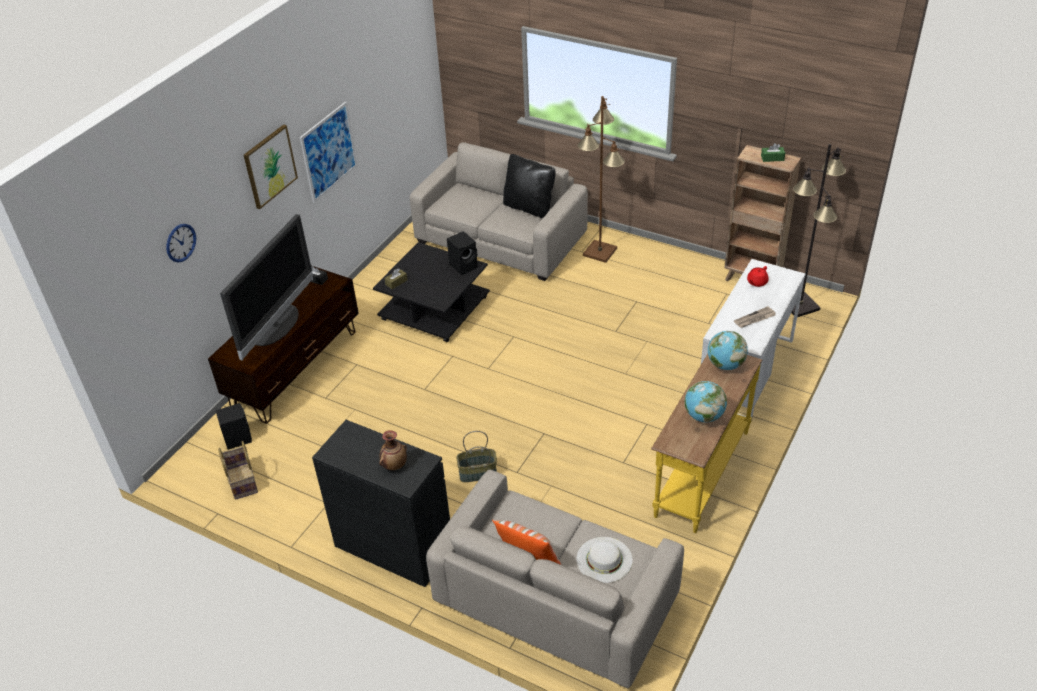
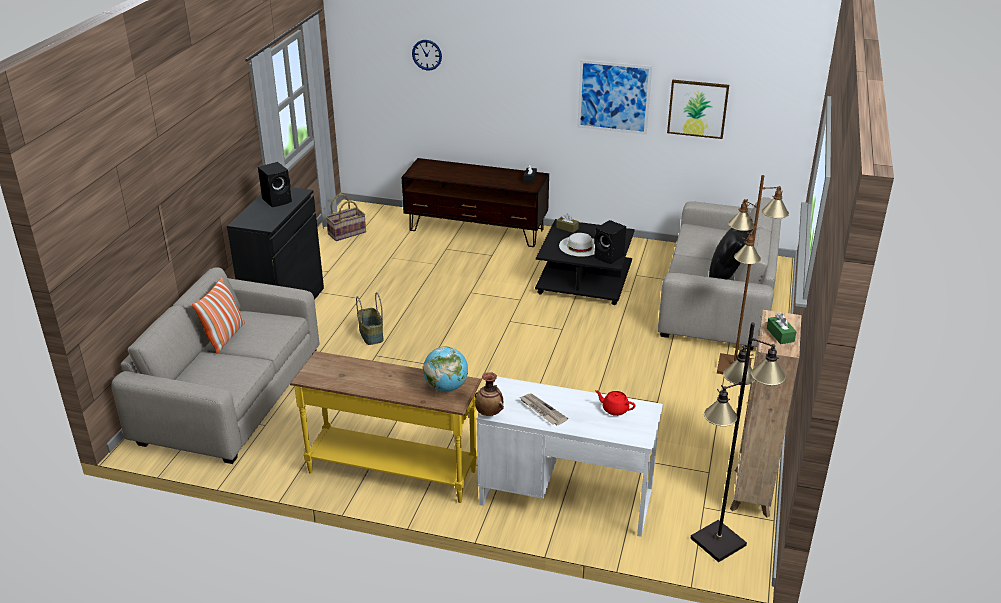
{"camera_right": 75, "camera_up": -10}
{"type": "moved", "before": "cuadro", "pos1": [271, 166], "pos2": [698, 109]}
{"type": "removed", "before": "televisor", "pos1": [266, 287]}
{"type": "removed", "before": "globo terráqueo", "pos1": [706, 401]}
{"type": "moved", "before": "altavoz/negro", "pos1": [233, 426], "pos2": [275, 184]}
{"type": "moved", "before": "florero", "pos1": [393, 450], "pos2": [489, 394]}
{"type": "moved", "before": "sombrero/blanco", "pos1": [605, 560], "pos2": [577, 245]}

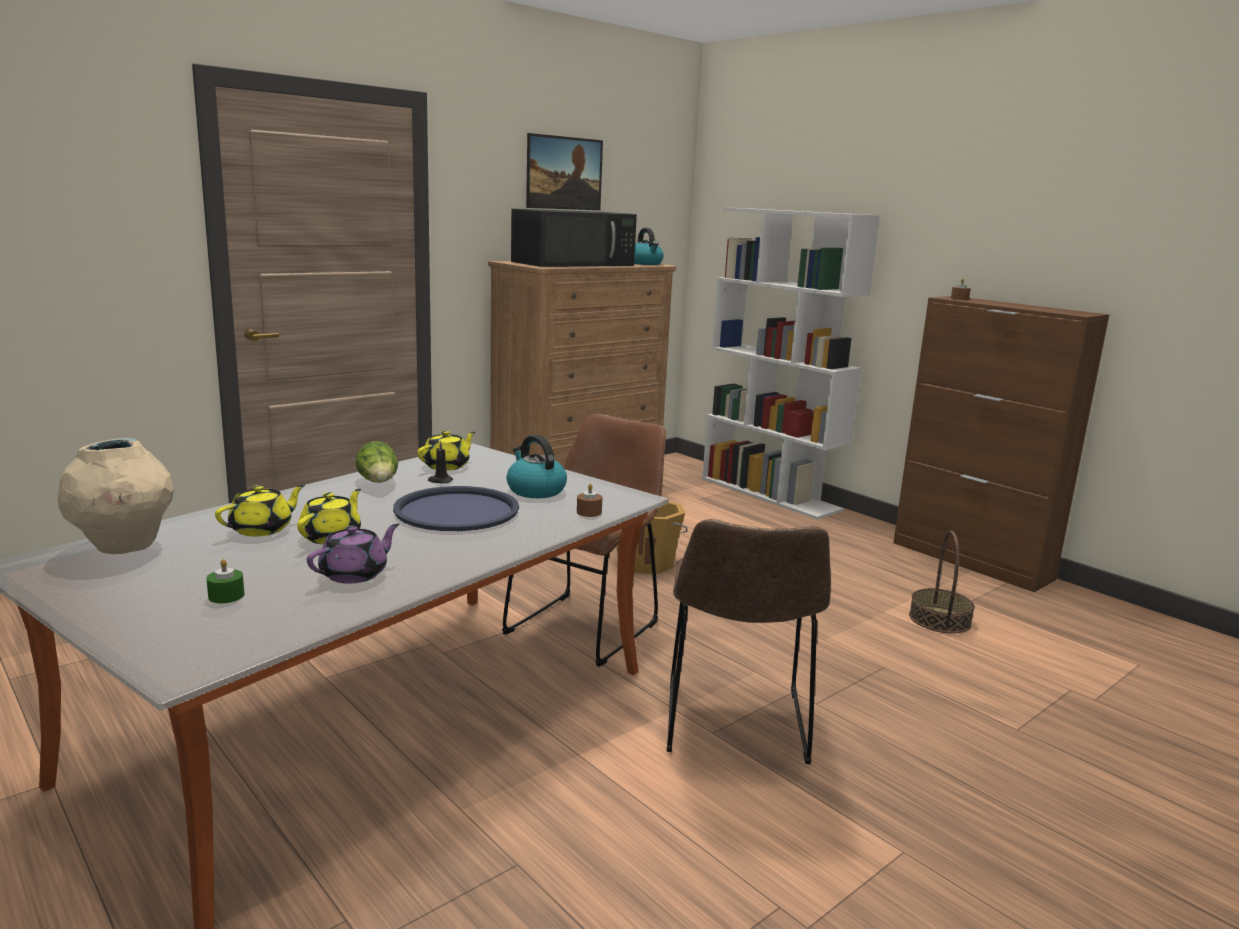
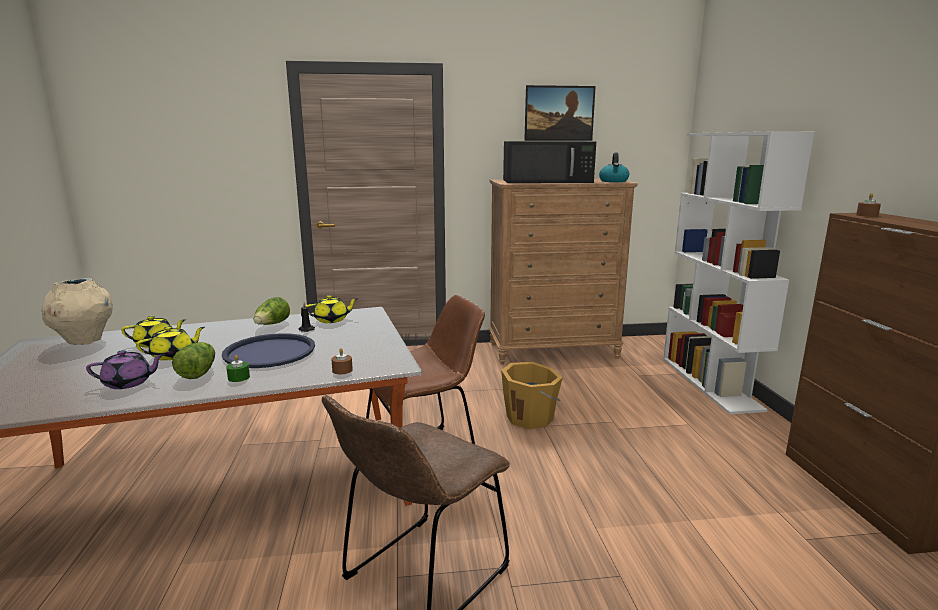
{"camera_right": 35, "camera_up": 0}
{"type": "removed", "before": "hervidor", "pos1": [536, 466]}
{"type": "removed", "before": "cesta", "pos1": [942, 582]}
{"type": "moved", "before": "vela/verde", "pos1": [225, 581], "pos2": [238, 368]}
{"type": "added", "after": "lechuga", "pos2": [193, 360]}

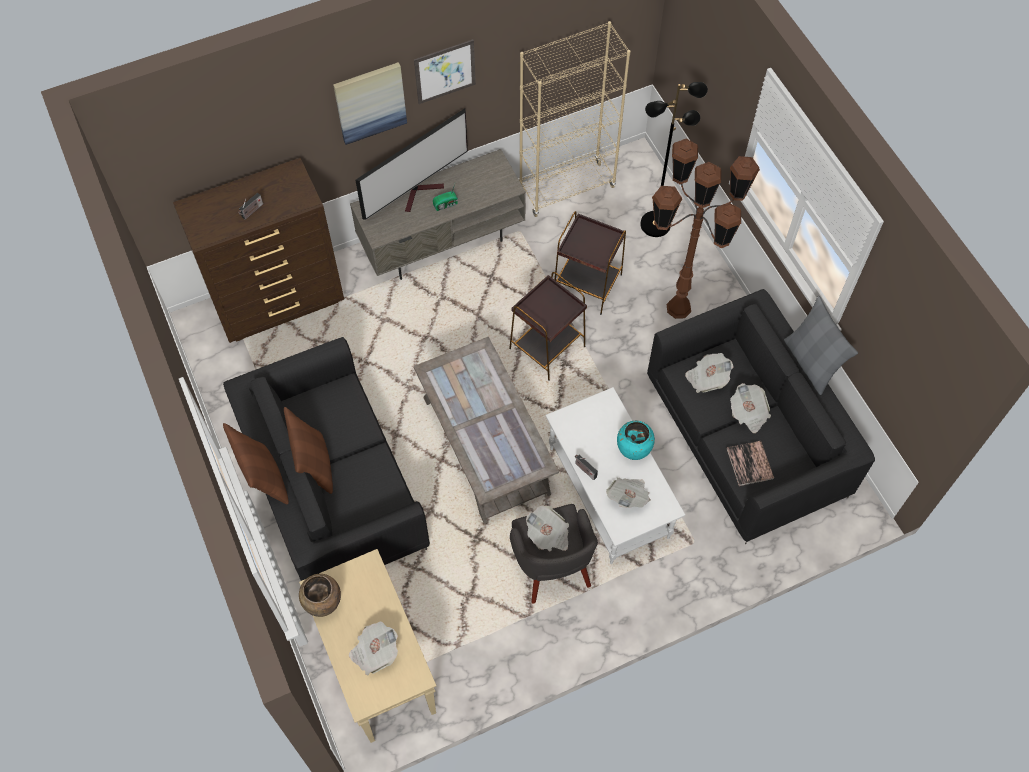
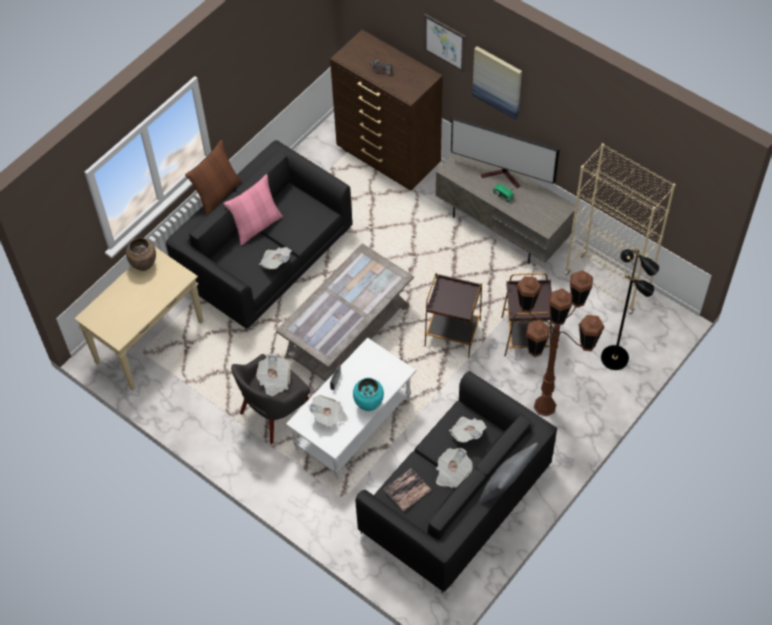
{"camera_right": 65, "camera_up": -5}
{"type": "moved", "before": "cuadro", "pos1": [445, 71], "pos2": [445, 43]}
{"type": "recoloured", "before": "cojín/marrón", "after": "cojín/rosa", "pos1": [308, 450], "pos2": [253, 209]}
{"type": "moved", "before": "periódico", "pos1": [373, 649], "pos2": [275, 258]}

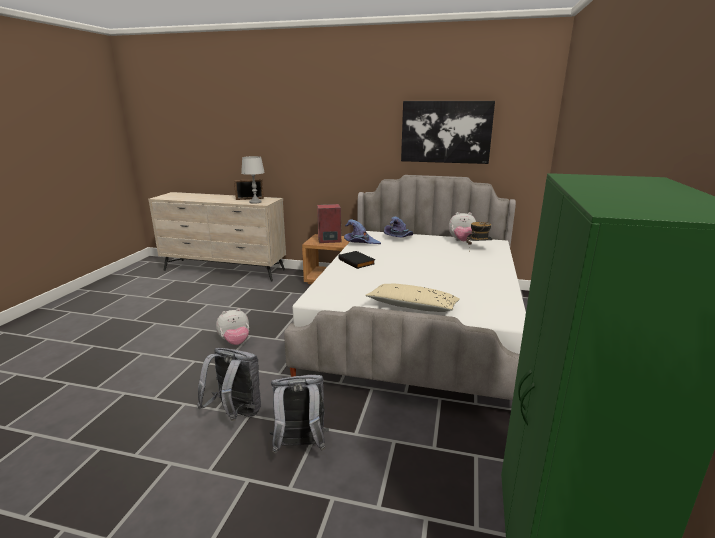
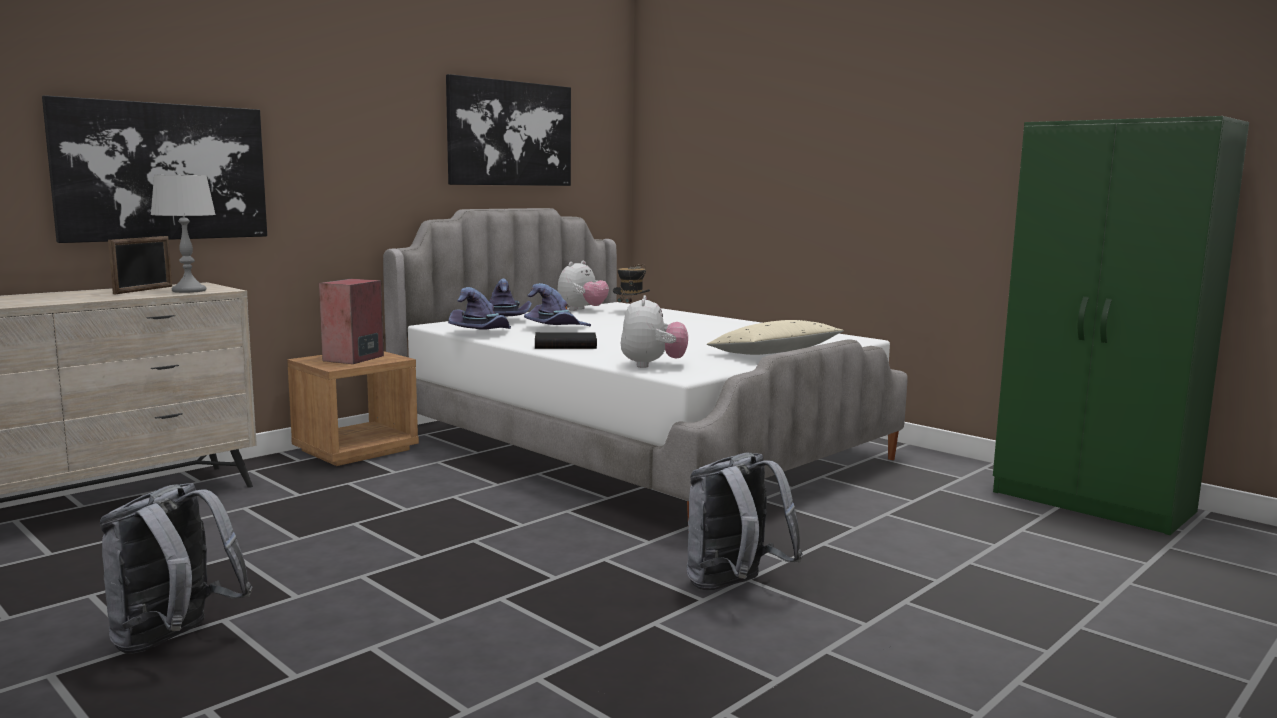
{"camera_right": -60, "camera_up": -10}
{"type": "moved", "before": "peluche", "pos1": [232, 326], "pos2": [654, 331]}
{"type": "moved", "before": "mochila/gris", "pos1": [299, 414], "pos2": [176, 568]}
{"type": "added", "after": "cuadro", "pos2": [154, 169]}
{"type": "added", "after": "sombrero/morado", "pos2": [557, 305]}

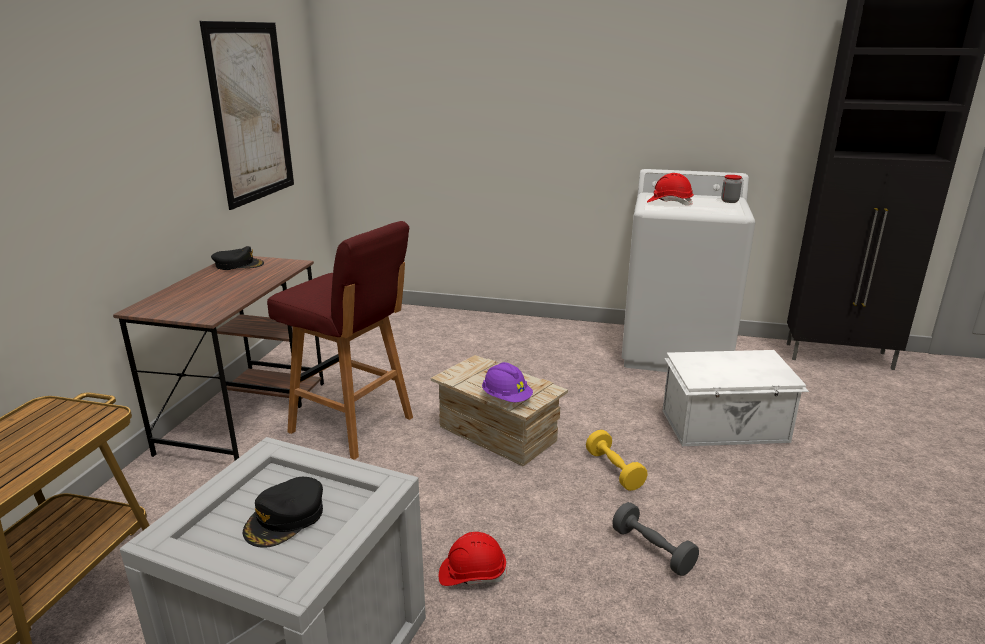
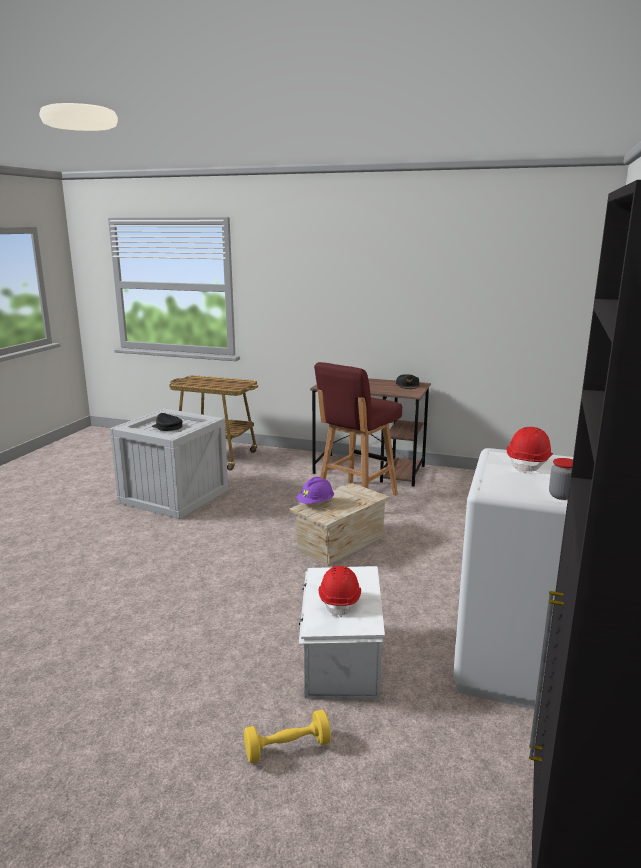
{"camera_right": 95, "camera_up": -5}
{"type": "removed", "before": "cuadro", "pos1": [246, 115]}
{"type": "moved", "before": "mancuerna/amarillo", "pos1": [617, 460], "pos2": [287, 736]}
{"type": "removed", "before": "mancuerna/gris", "pos1": [655, 539]}
{"type": "moved", "before": "casco/rojo", "pos1": [473, 559], "pos2": [340, 591]}

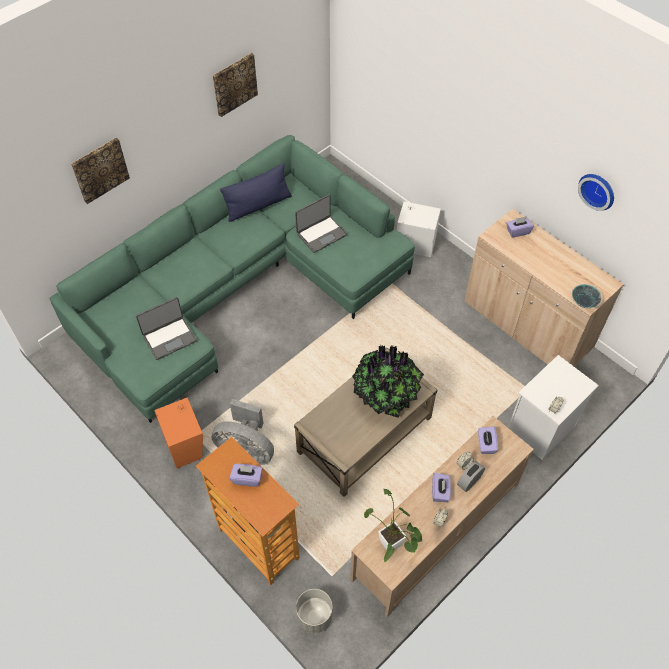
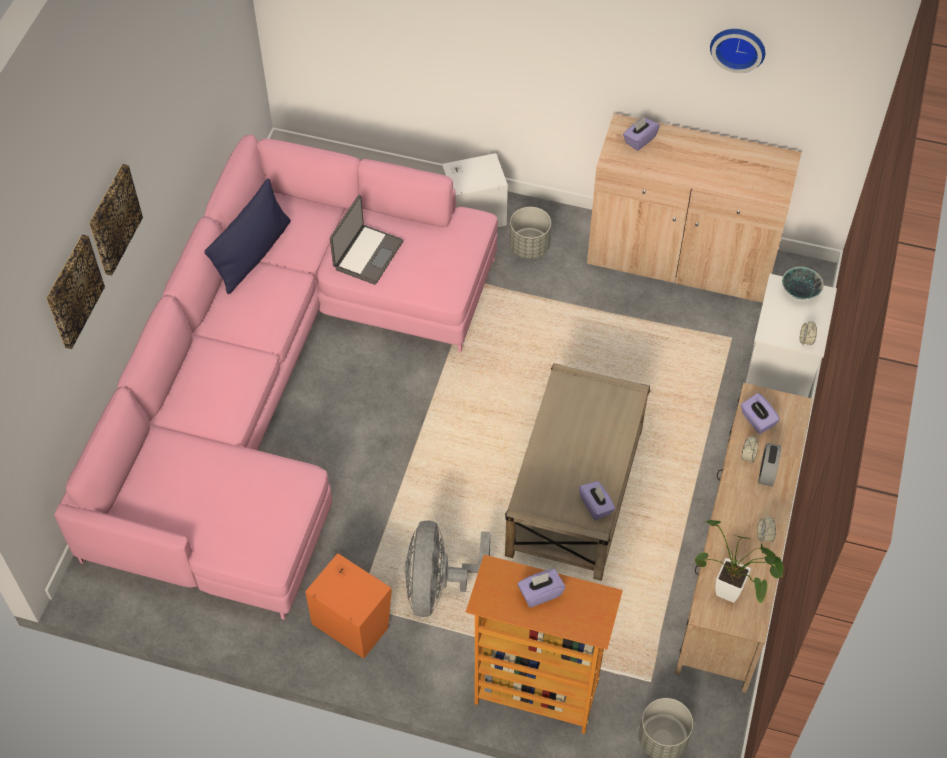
{"camera_right": -30, "camera_up": 0}
{"type": "moved", "before": "cuadro", "pos1": [235, 85], "pos2": [116, 220]}
{"type": "recoloured", "before": "sofá/verde", "after": "sofá/rosa", "pos1": [232, 279], "pos2": [276, 377]}
{"type": "moved", "before": "cuenco", "pos1": [587, 296], "pos2": [803, 283]}
{"type": "removed", "before": "portátil", "pos1": [166, 328]}
{"type": "removed", "before": "planta en maceta", "pos1": [388, 381]}
{"type": "turned", "before": "ventilador/gris", "pos1": [243, 432], "pos2": [447, 569], "turn": 105}
{"type": "moved", "before": "caja de pañuelos/morado", "pos1": [441, 487], "pos2": [597, 501]}
{"type": "added", "after": "maceta/gris", "pos2": [530, 233]}

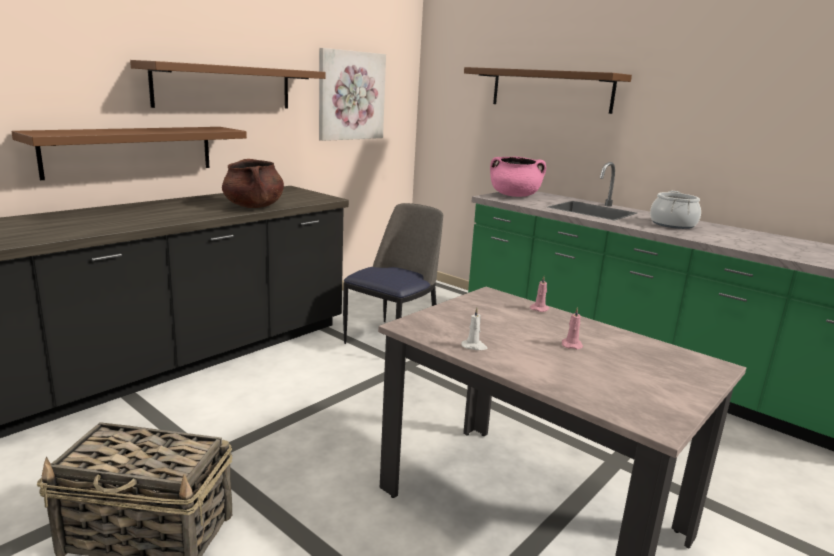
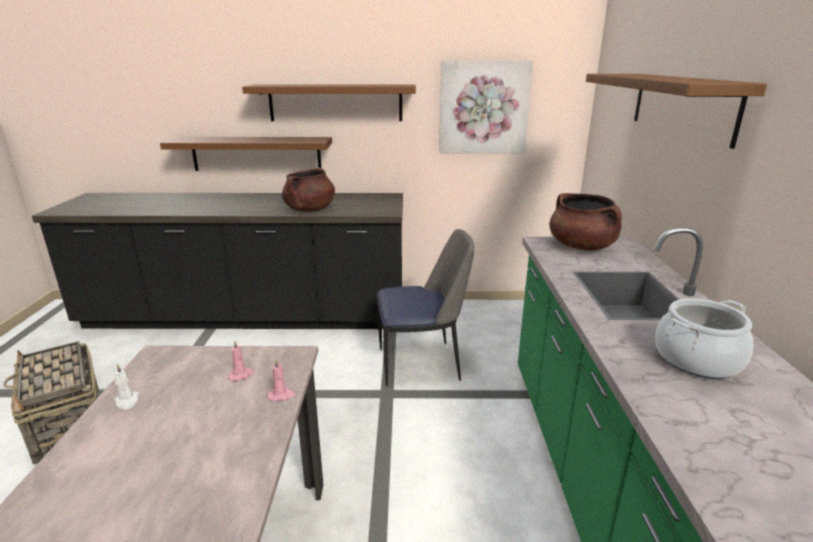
{"camera_right": 50, "camera_up": 5}
{"type": "recoloured", "before": "olla/rosa", "after": "olla/marrón", "pos1": [518, 177], "pos2": [585, 222]}
{"type": "moved", "before": "vela/rosa", "pos1": [572, 328], "pos2": [241, 361]}

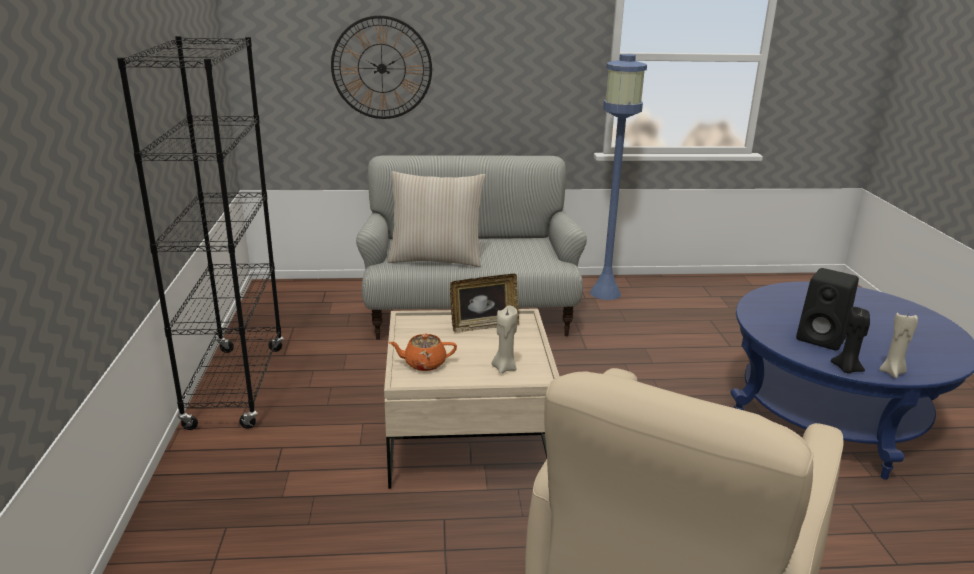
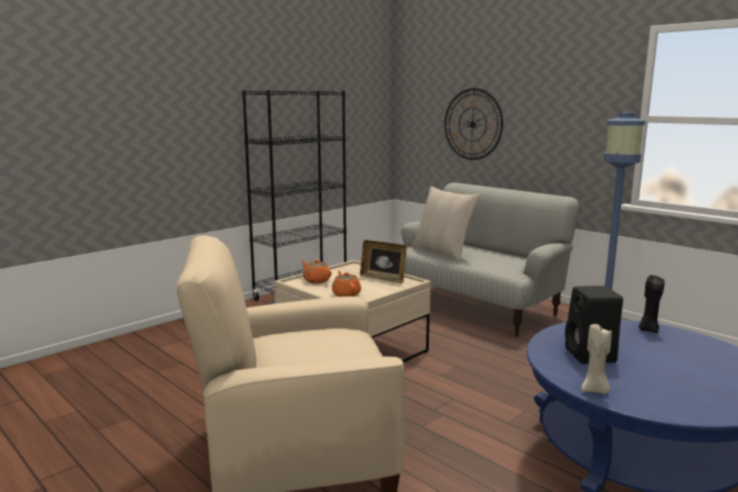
{"camera_right": 50, "camera_up": -10}
{"type": "replaced", "before": "vela/beis", "after": "tetera/naranja", "pos1": [504, 339], "pos2": [346, 283]}
{"type": "moved", "before": "vela/negro", "pos1": [850, 340], "pos2": [652, 304]}

